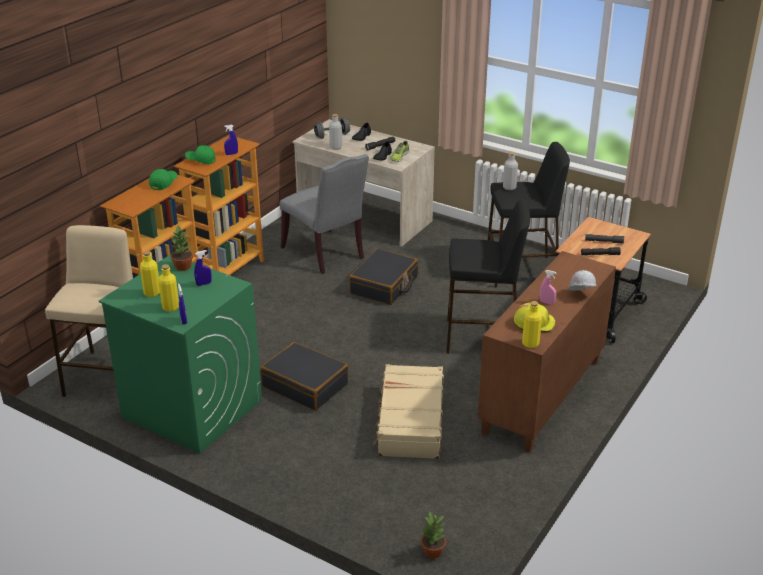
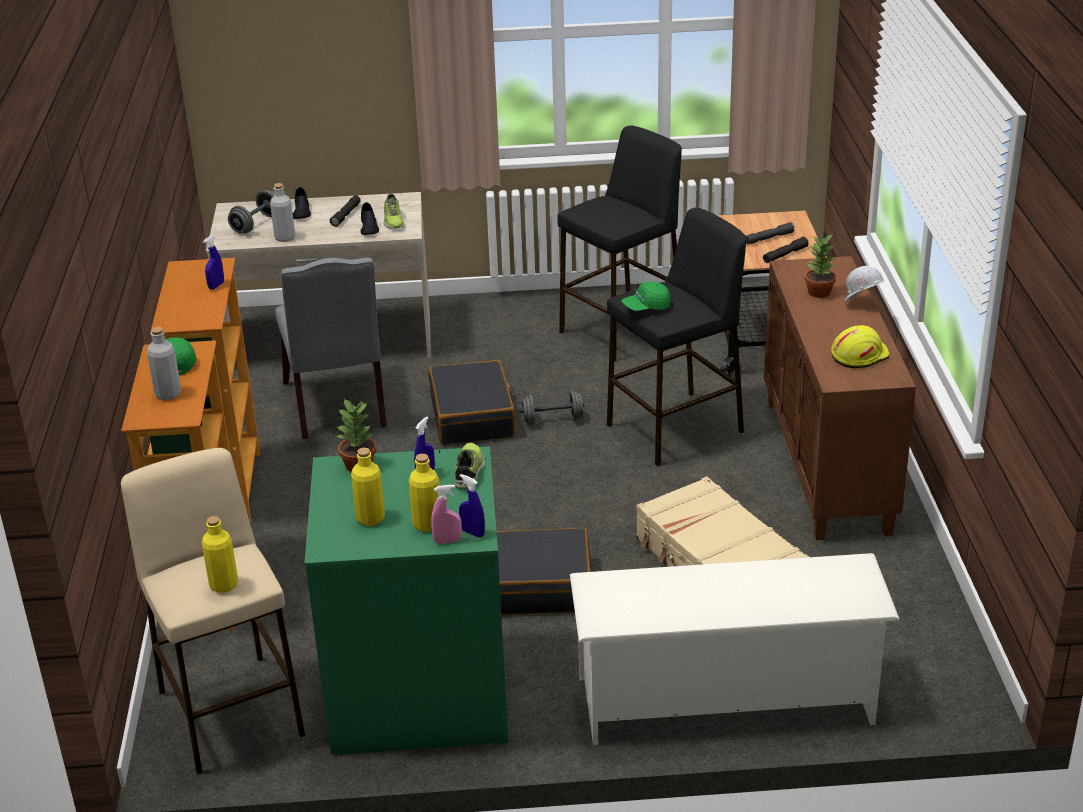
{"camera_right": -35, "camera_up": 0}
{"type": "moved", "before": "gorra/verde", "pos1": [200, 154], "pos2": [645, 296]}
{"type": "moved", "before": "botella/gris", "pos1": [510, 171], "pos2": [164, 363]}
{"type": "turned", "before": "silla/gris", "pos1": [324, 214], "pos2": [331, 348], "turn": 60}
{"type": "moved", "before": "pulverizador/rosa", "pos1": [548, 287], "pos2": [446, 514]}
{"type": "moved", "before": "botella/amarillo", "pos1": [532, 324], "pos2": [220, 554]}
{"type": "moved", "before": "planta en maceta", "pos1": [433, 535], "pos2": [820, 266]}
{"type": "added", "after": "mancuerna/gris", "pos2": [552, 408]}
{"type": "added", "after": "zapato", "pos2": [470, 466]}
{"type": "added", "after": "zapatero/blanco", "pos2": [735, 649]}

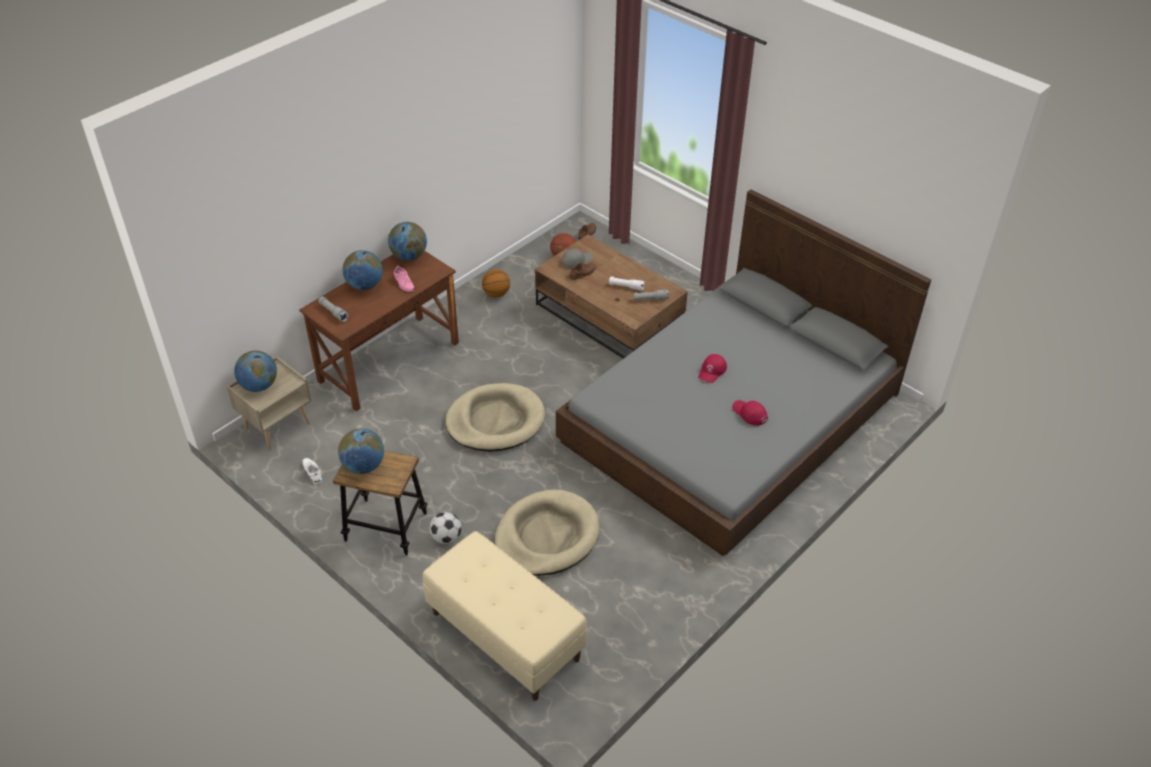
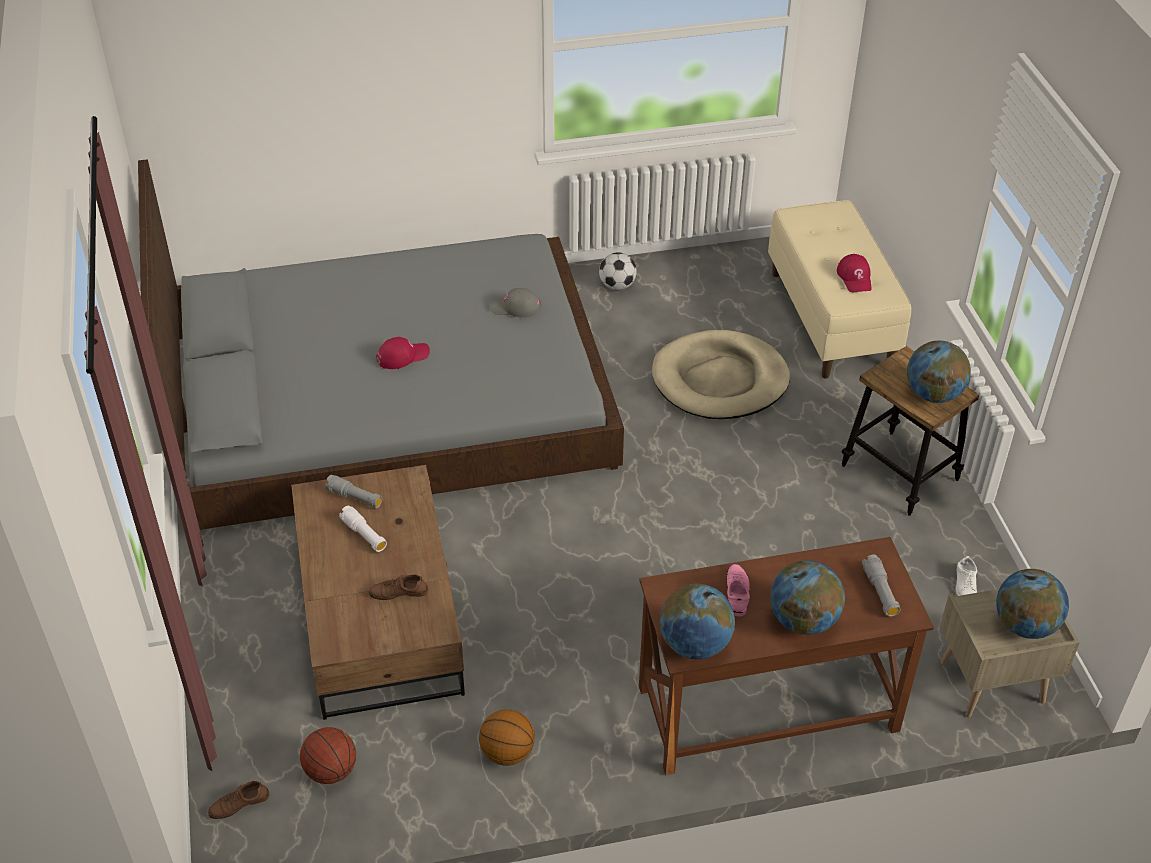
{"camera_right": -145, "camera_up": 0}
{"type": "moved", "before": "gorra/gris", "pos1": [577, 259], "pos2": [515, 303]}
{"type": "removed", "before": "cama para perro/beis", "pos1": [495, 417]}
{"type": "moved", "before": "gorra/rojo", "pos1": [750, 413], "pos2": [854, 273]}
{"type": "moved", "before": "balón de fútbol", "pos1": [445, 528], "pos2": [618, 271]}

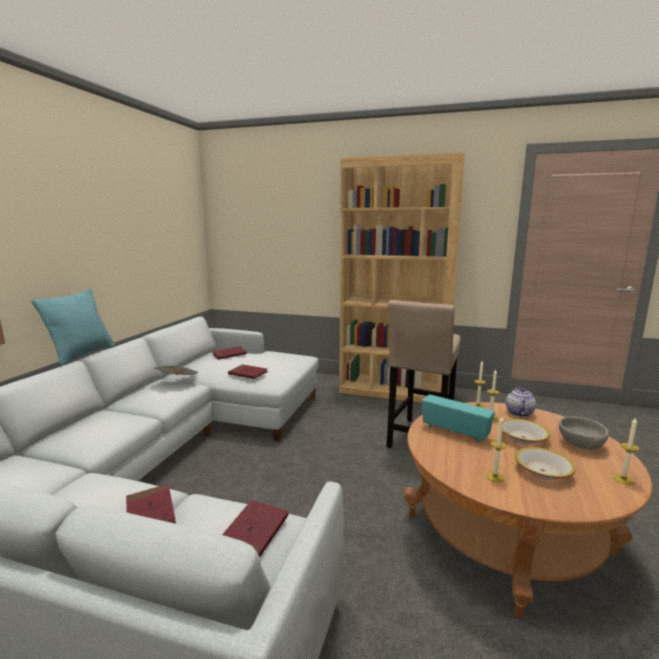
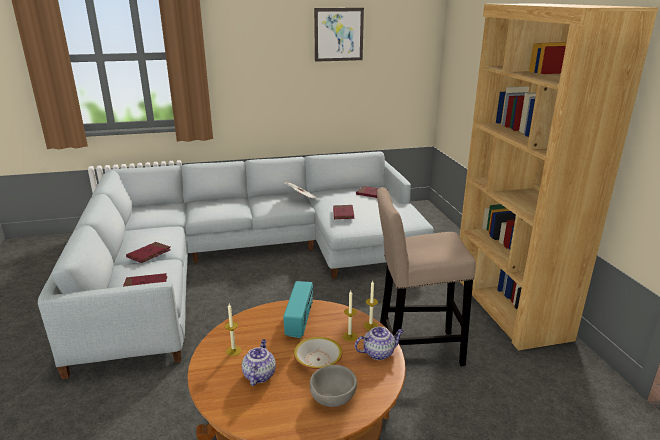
{"camera_right": 60, "camera_up": 10}
{"type": "removed", "before": "cojín/turquesa", "pos1": [73, 327]}
{"type": "removed", "before": "vela", "pos1": [626, 451]}
{"type": "replaced", "before": "cuenco", "after": "tetera", "pos1": [545, 463], "pos2": [259, 362]}
{"type": "added", "after": "cuadro", "pos2": [339, 35]}

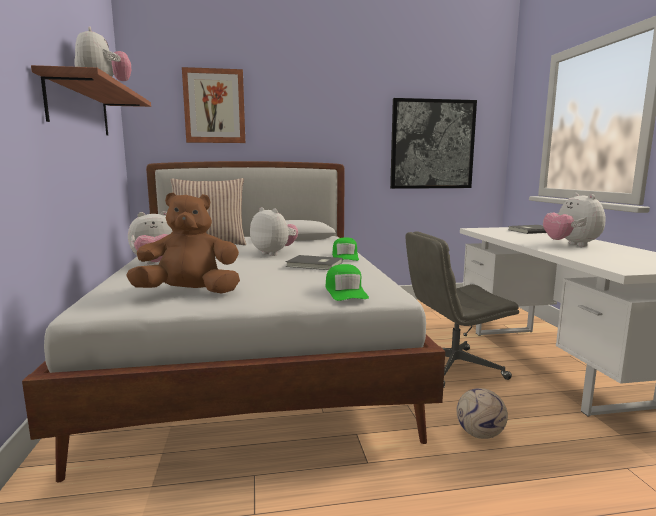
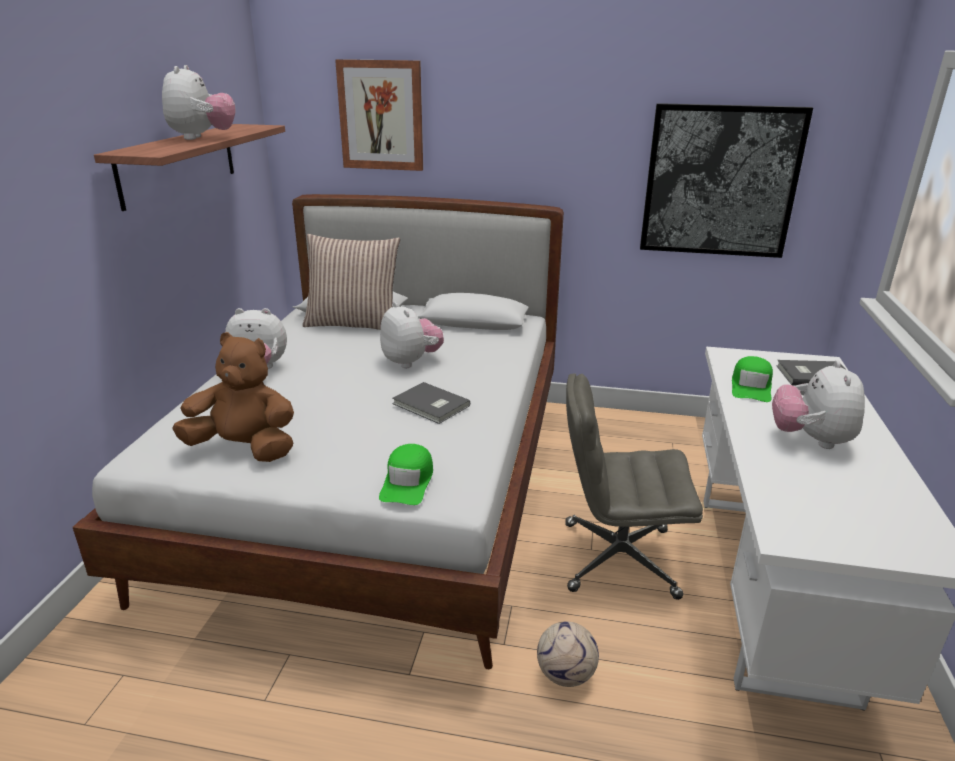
{"camera_right": 20, "camera_up": 15}
{"type": "moved", "before": "gorra/verde", "pos1": [345, 249], "pos2": [752, 379]}

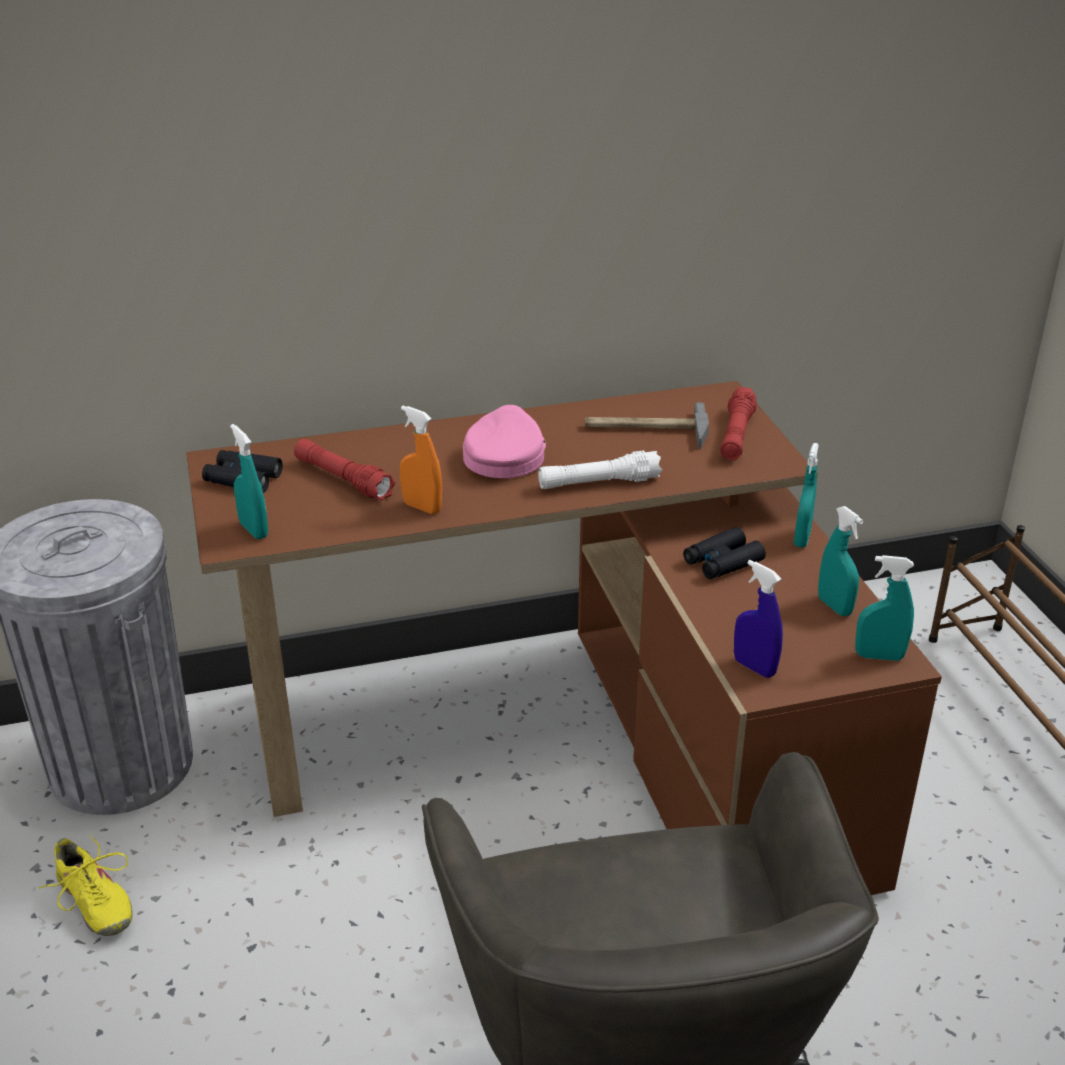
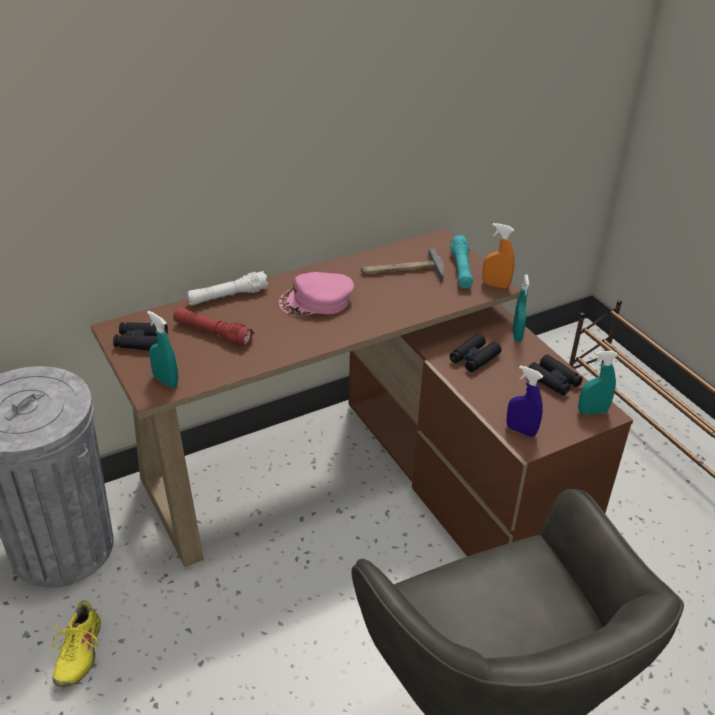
{"camera_right": -15, "camera_up": 5}
{"type": "recoloured", "before": "linterna/rojo", "after": "linterna/turquesa", "pos1": [738, 423], "pos2": [461, 261]}
{"type": "turned", "before": "gorra/rosa", "pos1": [504, 441], "pos2": [316, 293], "turn": -105}
{"type": "moved", "before": "pulverizador/naranja", "pos1": [421, 460], "pos2": [498, 256]}
{"type": "moved", "before": "linterna/blanco", "pos1": [600, 470], "pos2": [228, 288]}
{"type": "replaced", "before": "pulverizador/turquesa", "after": "prismáticos/negro", "pos1": [840, 561], "pos2": [555, 375]}
{"type": "turned", "before": "zapato/amarillo", "pos1": [85, 885], "pos2": [77, 643], "turn": 60}

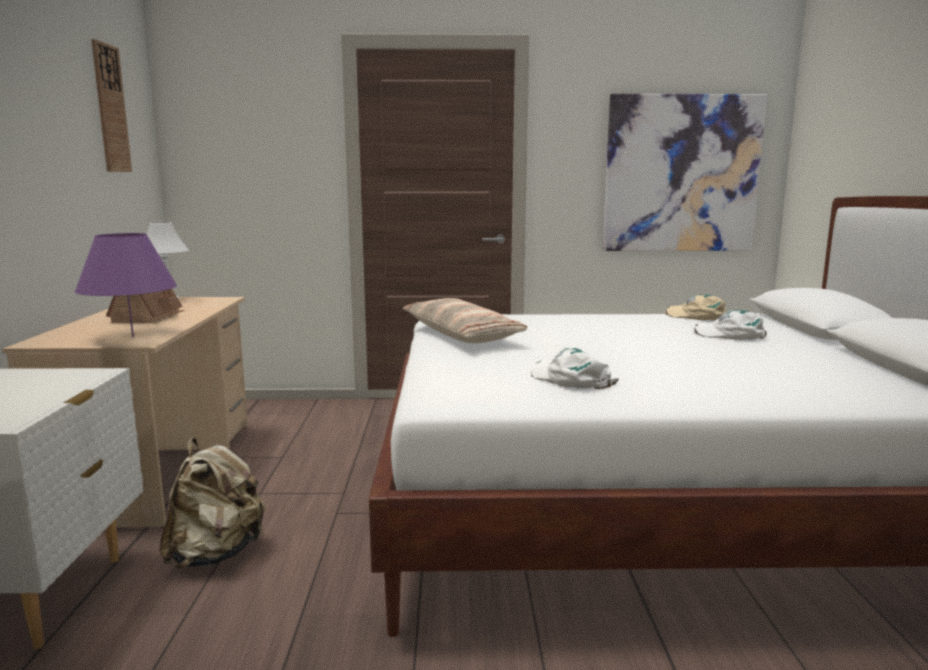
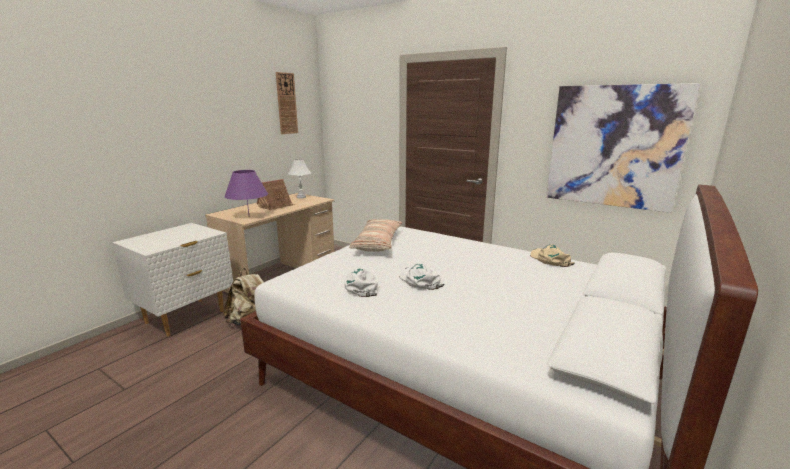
{"camera_right": 35, "camera_up": 5}
{"type": "moved", "before": "gorra/blanco", "pos1": [730, 325], "pos2": [422, 277]}

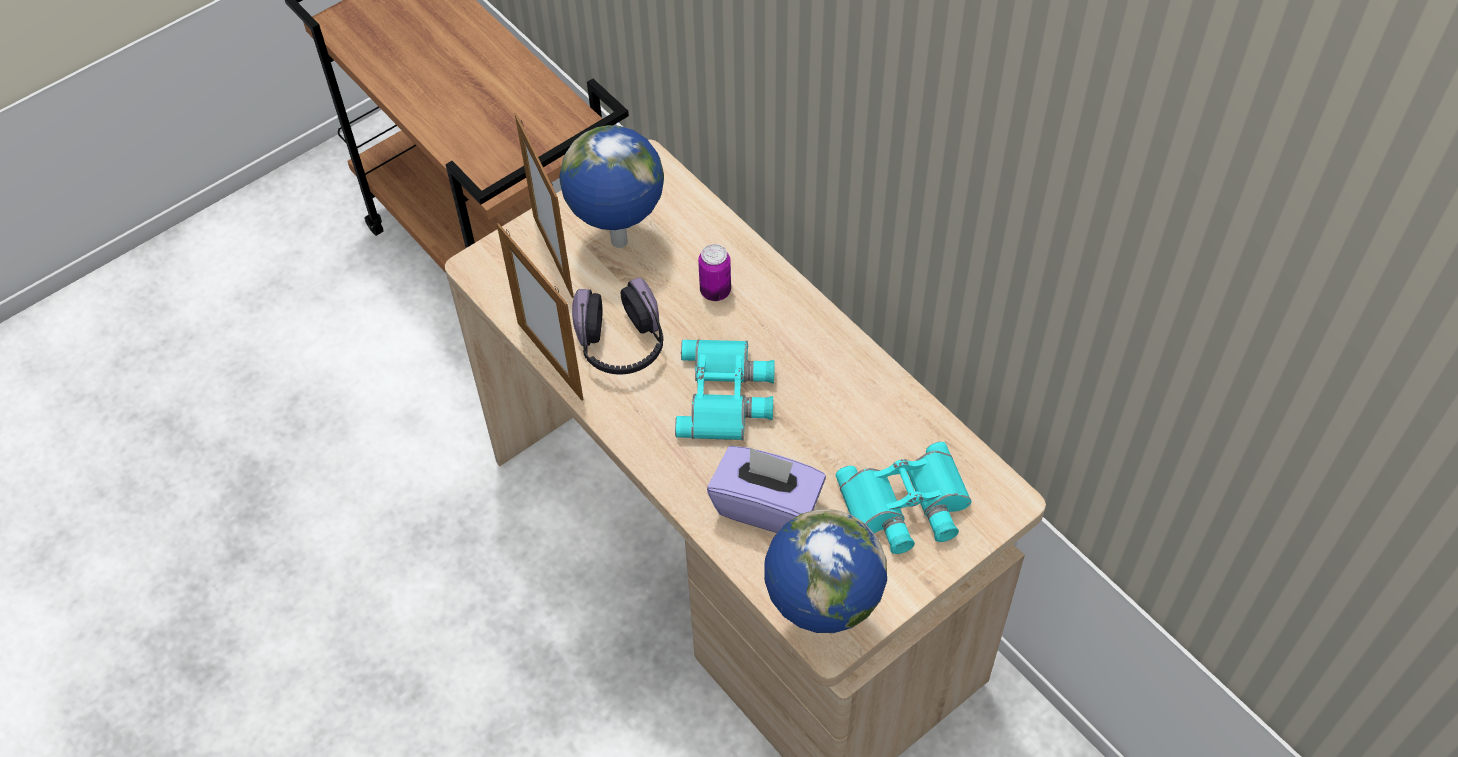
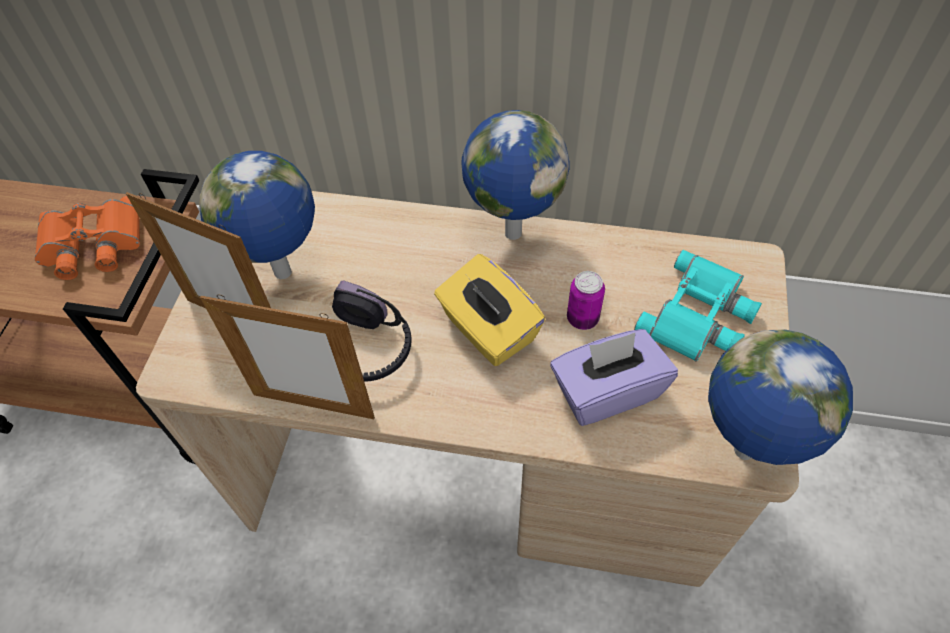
{"camera_right": -40, "camera_up": 0}
{"type": "moved", "before": "lata", "pos1": [714, 272], "pos2": [586, 300]}
{"type": "replaced", "before": "prismáticos/turquesa", "after": "caja de pañuelos/amarillo", "pos1": [725, 389], "pos2": [490, 310]}
{"type": "added", "after": "globo terráqueo", "pos2": [515, 175]}
{"type": "added", "after": "prismáticos/naranja", "pos2": [87, 238]}

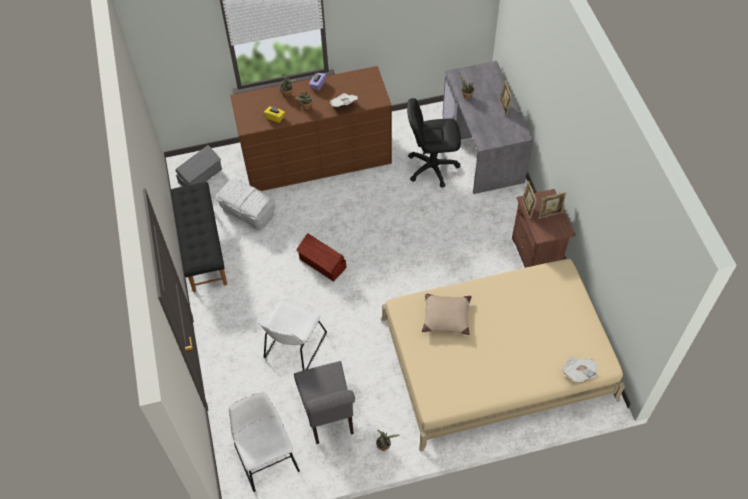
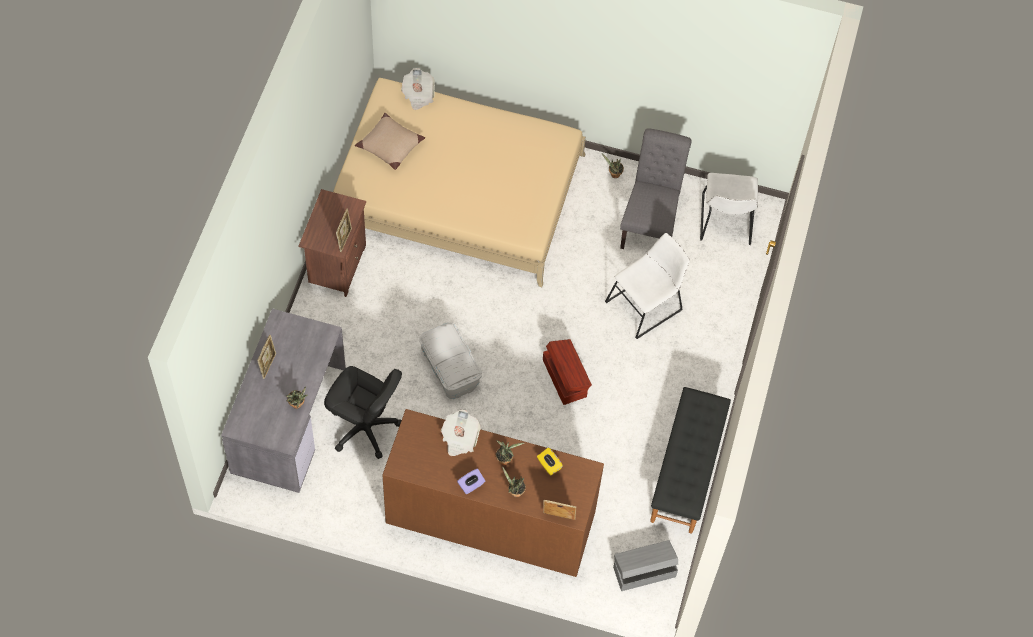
{"camera_right": -155, "camera_up": 5}
{"type": "moved", "before": "caja de almacenaje/blanco", "pos1": [245, 204], "pos2": [450, 360]}
{"type": "moved", "before": "portarretratos", "pos1": [552, 205], "pos2": [559, 510]}
{"type": "moved", "before": "cojín/beis", "pos1": [447, 314], "pos2": [390, 141]}

